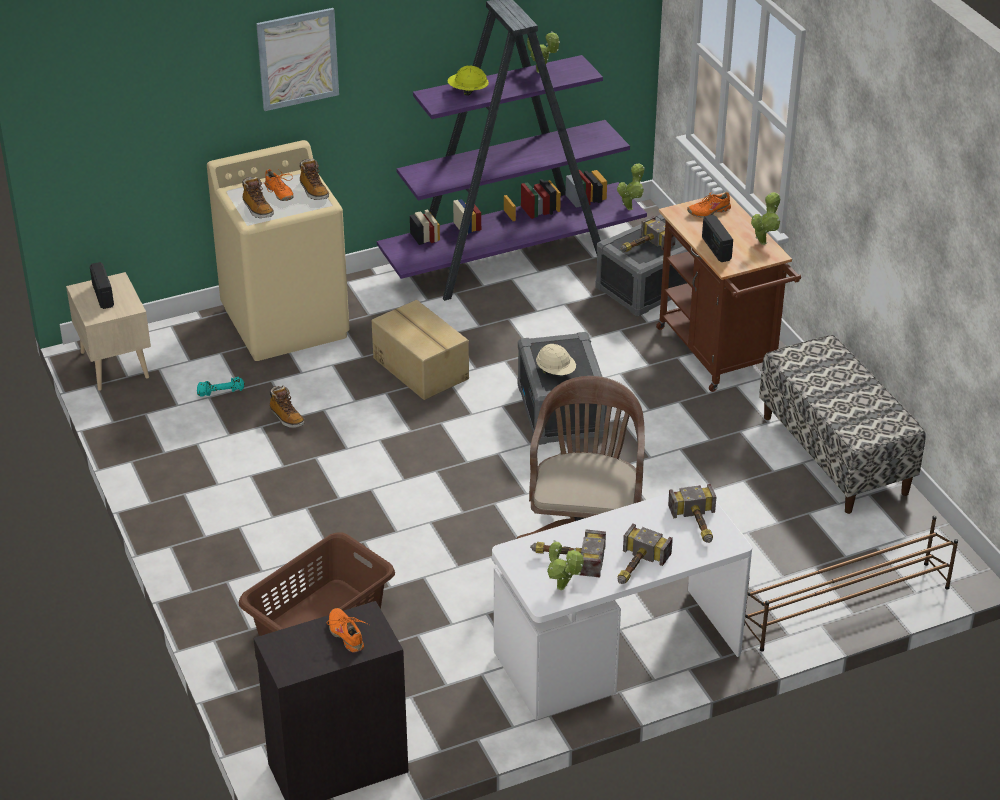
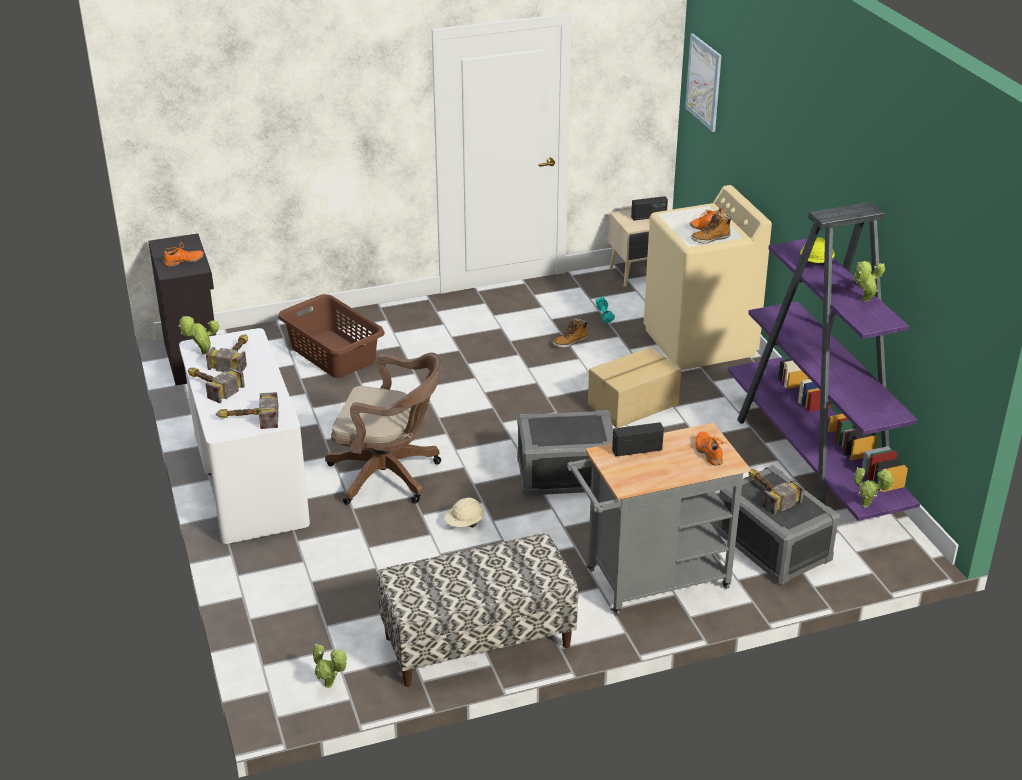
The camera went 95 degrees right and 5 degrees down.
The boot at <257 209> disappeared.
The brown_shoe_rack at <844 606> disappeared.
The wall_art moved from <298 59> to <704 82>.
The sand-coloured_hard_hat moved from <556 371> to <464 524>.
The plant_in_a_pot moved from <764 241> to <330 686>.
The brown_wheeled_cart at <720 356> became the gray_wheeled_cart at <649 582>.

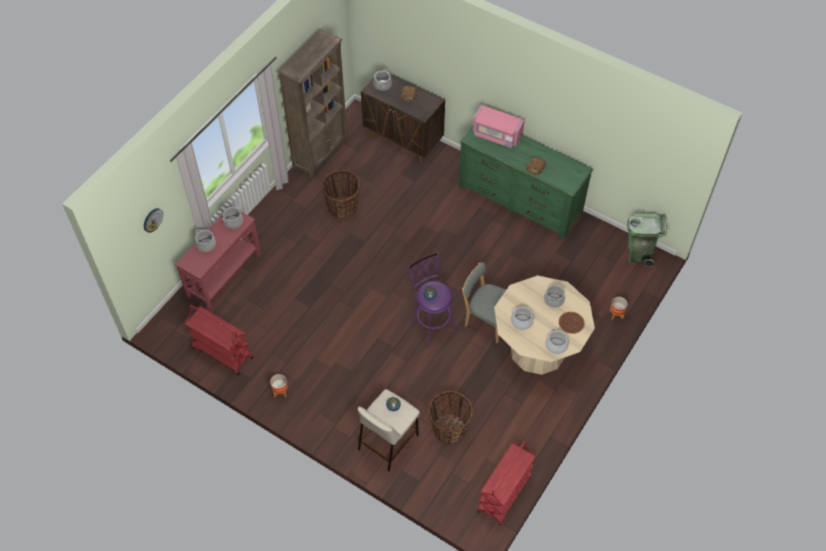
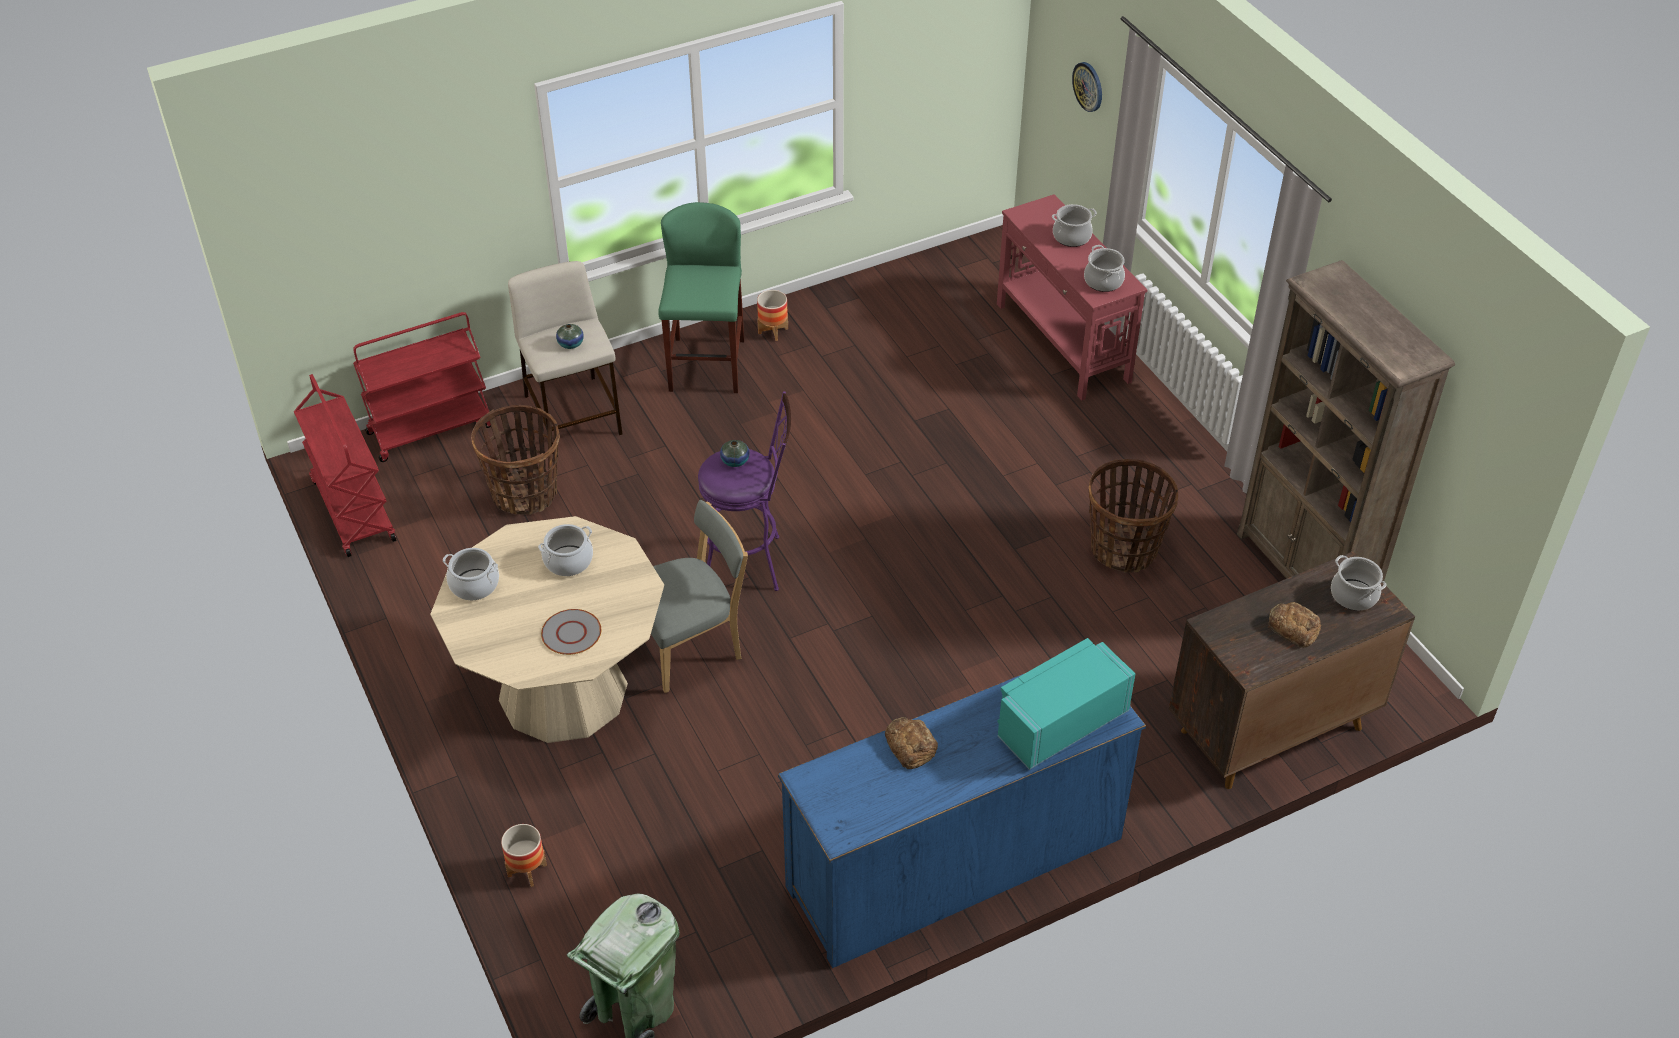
The camera went 120 degrees right and 10 degrees down.
The brown_dinner_plate at <571 323> disappeared.
The green_sitting_stool at <706 365> appeared.
The reddish_wheeled_cart moved from <222 353> to <431 429>.
The cooking_pot at <554 300> was replaced by the gray_dinner_plate at <571 633>.
The green_drawer_chest at <519 199> became the blue_drawer_chest at <954 862>.
The pink-coloured_microwave at <497 135> became the turquoise-coloured_microwave at <1060 723>.

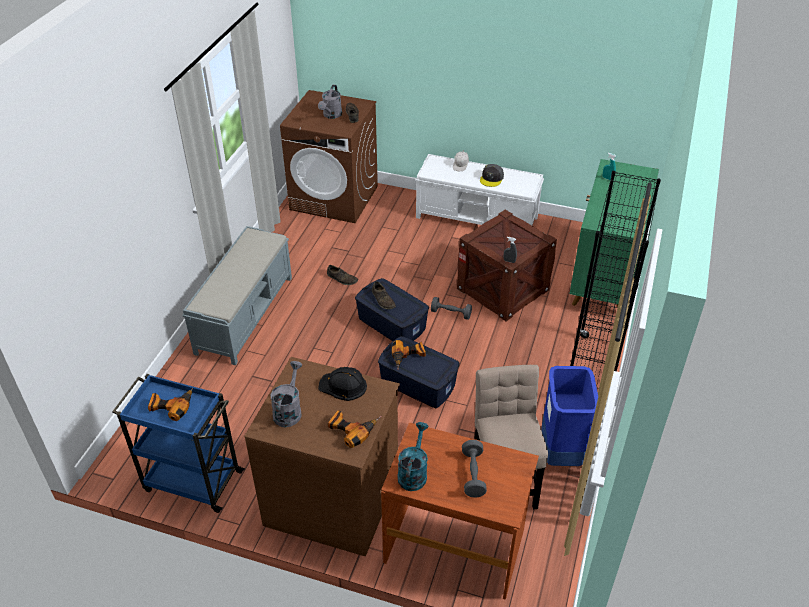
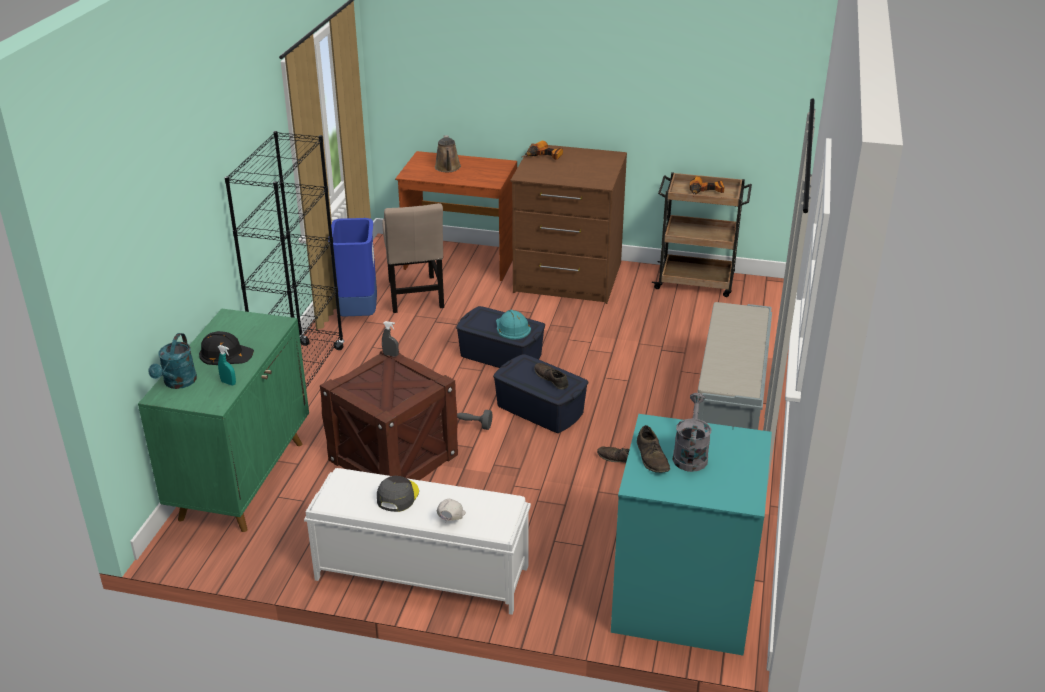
The camera went 175 degrees right and 10 degrees down.
The gray_watering_can at <289 410> disappeared.
The black_hard_hat moved from <343 386> to <225 354>.
The turquoise-coloured_watering_can moved from <413 472> to <178 383>.
The drill at <408 357> was replaced by the turquoise-coloured_hard_hat at <512 328>.
The gray_dumbbell at <473 474> was replaced by the brown_watering_can at <448 168>.
The blue_wheeled_cart at <191 480> became the brown_wheeled_cart at <696 282>.
The brown_washing_machine at <335 198> became the turquoise-coloured_washing_machine at <682 599>.

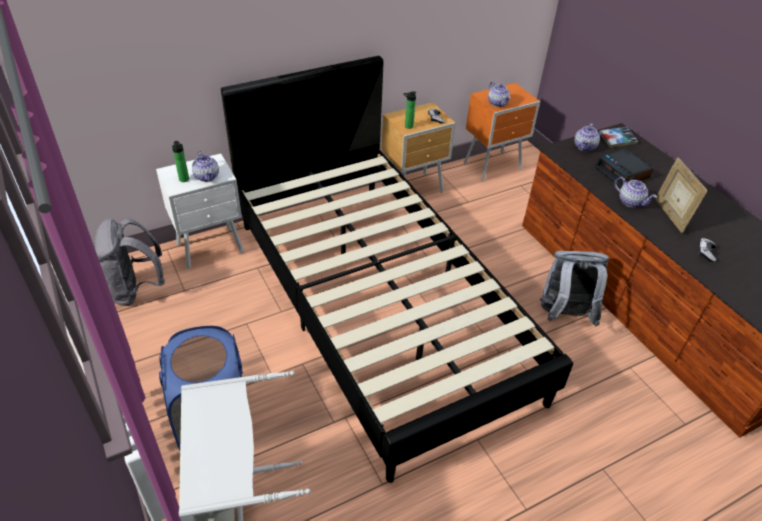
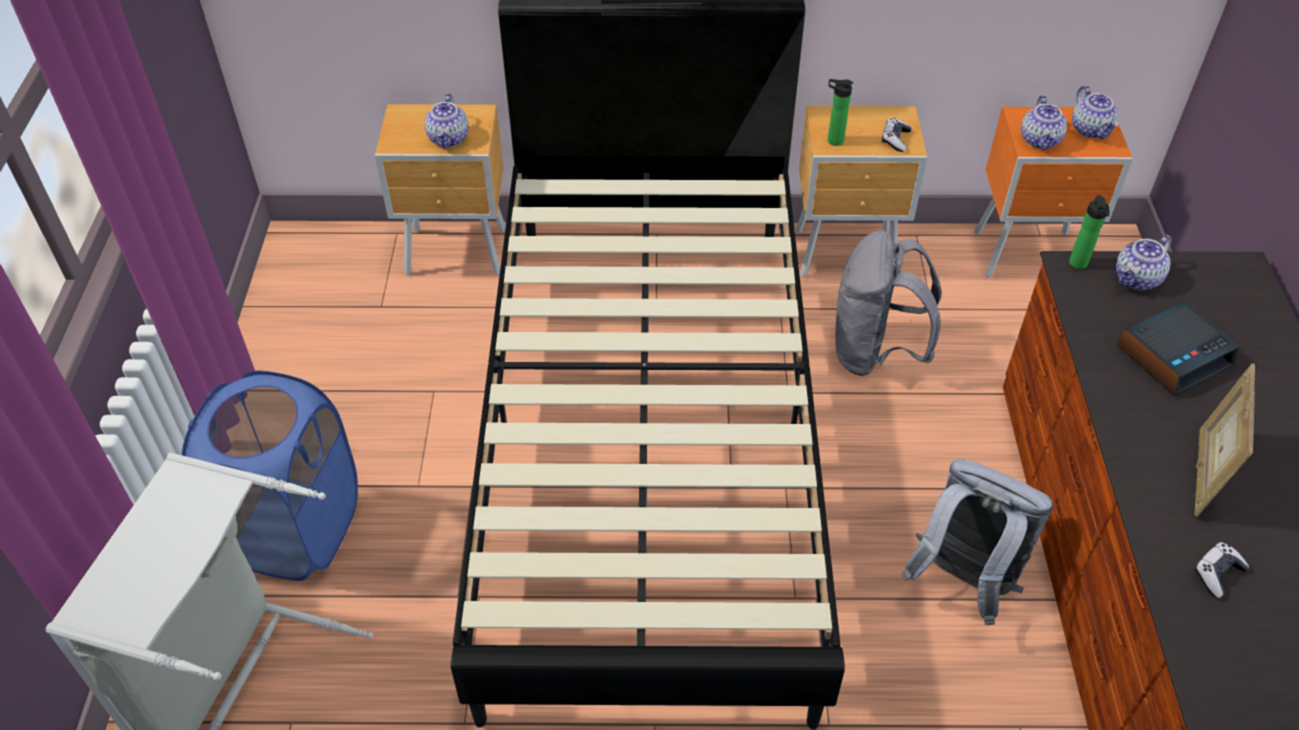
The camera went 30 degrees right and 5 degrees up.
The bound_book at <617 140> disappeared.
The gray_backpack moved from <135 290> to <874 353>.
The beverage_bottle moved from <184 180> to <1078 265>.
The pot_for_tea moved from <631 202> to <1091 130>.
The white-coloured_night_table at <212 249> became the brown_night_table at <459 253>.
The alarm_clock at <622 173> turned 120 degrees counterclockwise.

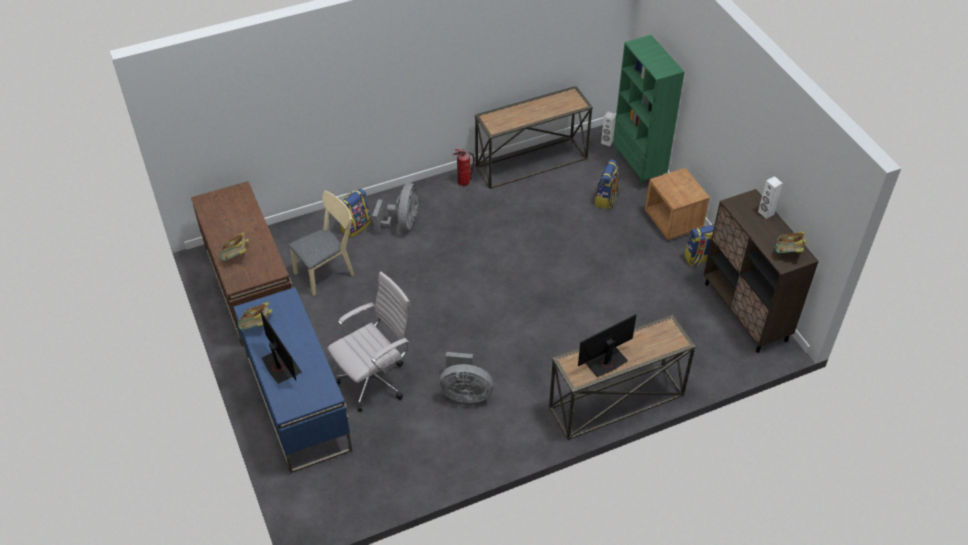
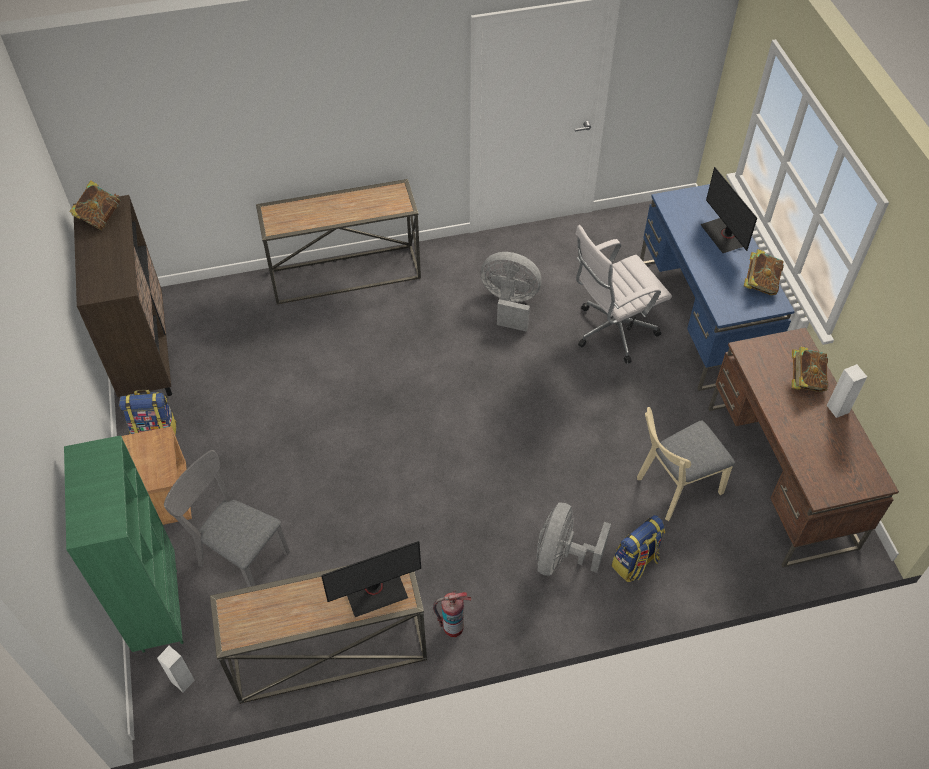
The camera went 170 degrees left and 5 degrees up.
The computer_screen moved from <605 361> to <375 591>.
The white-coloured_speaker moved from <765 213> to <838 409>.
The backpack at <606 199> was replaced by the gray_chair at <238 555>.

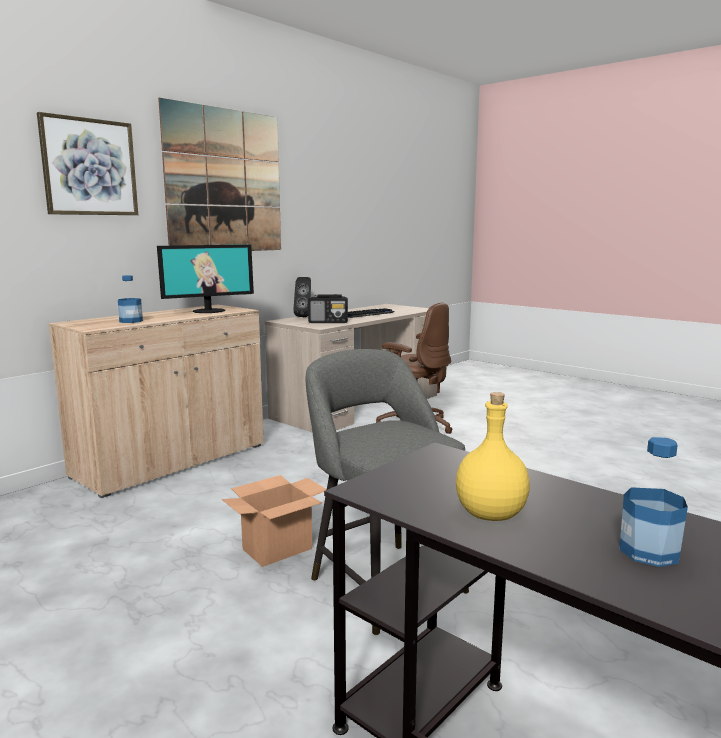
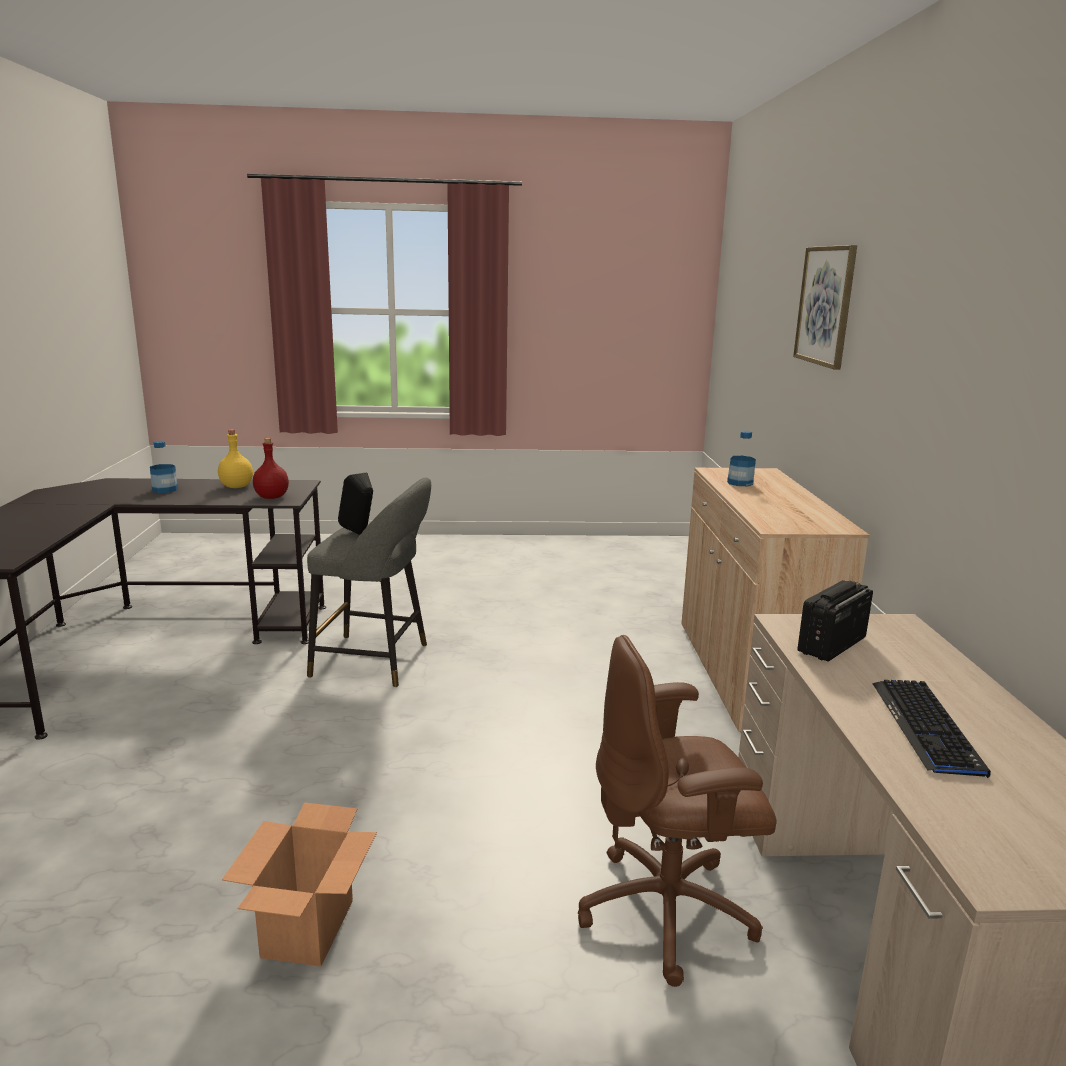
The camera went 135 degrees right and 5 degrees up.
The computer_screen at <209 311> disappeared.
The wall_art at <225 181> disappeared.
The reddish_beverage_bottle at <272 497> appeared.
The carton moved from <278 548> to <308 929>.
The black_speaker moved from <304 317> to <359 534>.

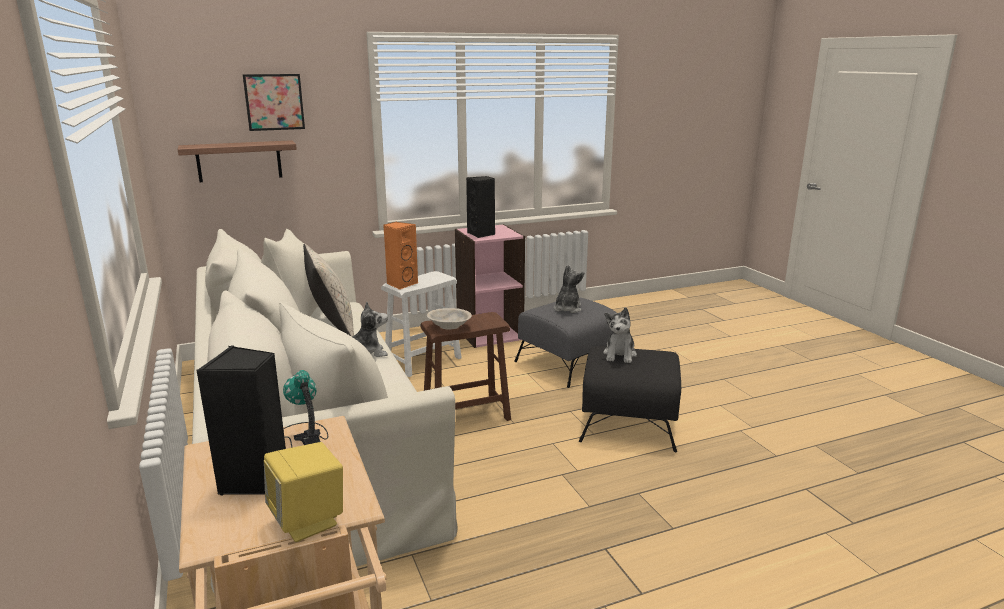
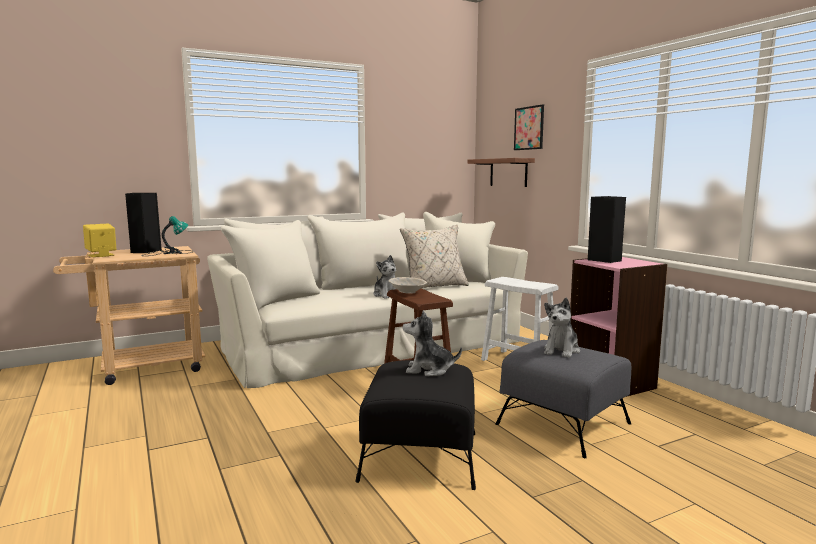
The camera went 85 degrees right and 10 degrees down.
The orange-coloured_speaker at <401 284> disappeared.
The cuddly_toy at <567 309> turned 105 degrees clockwise.

